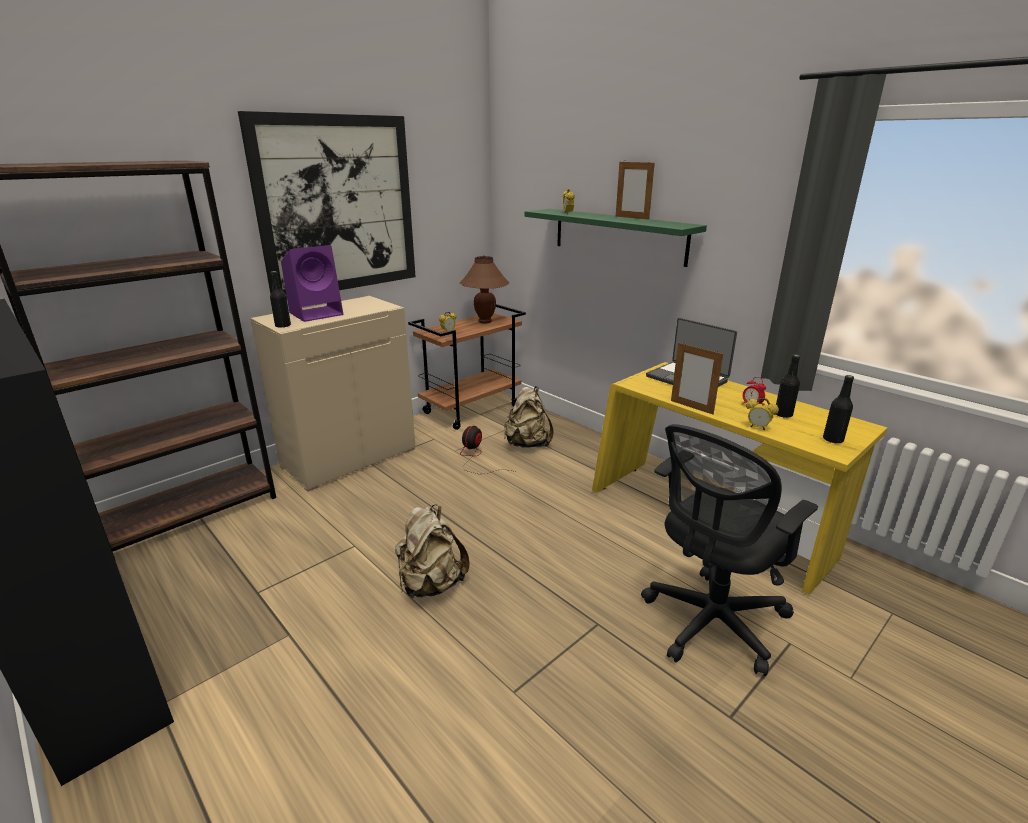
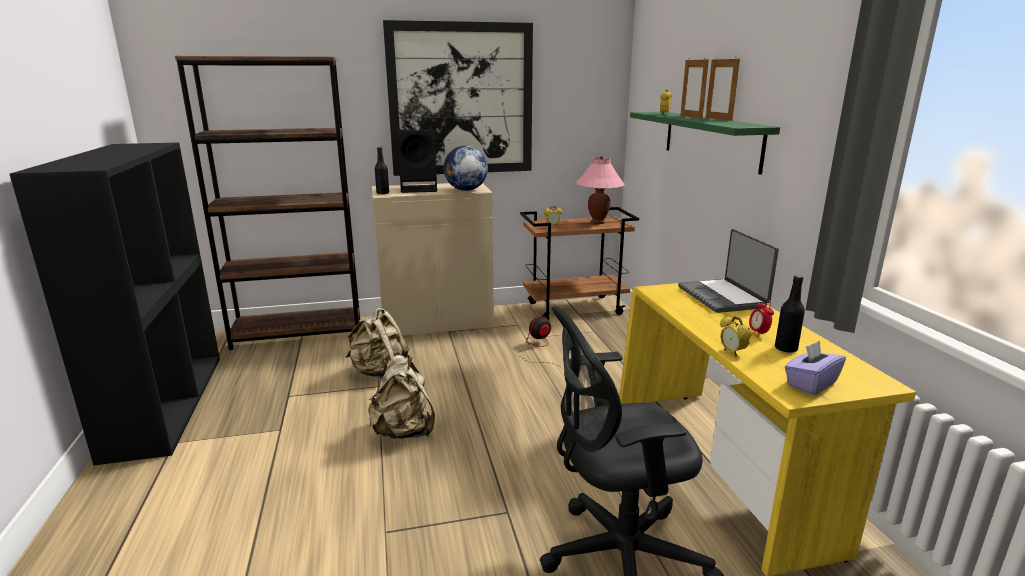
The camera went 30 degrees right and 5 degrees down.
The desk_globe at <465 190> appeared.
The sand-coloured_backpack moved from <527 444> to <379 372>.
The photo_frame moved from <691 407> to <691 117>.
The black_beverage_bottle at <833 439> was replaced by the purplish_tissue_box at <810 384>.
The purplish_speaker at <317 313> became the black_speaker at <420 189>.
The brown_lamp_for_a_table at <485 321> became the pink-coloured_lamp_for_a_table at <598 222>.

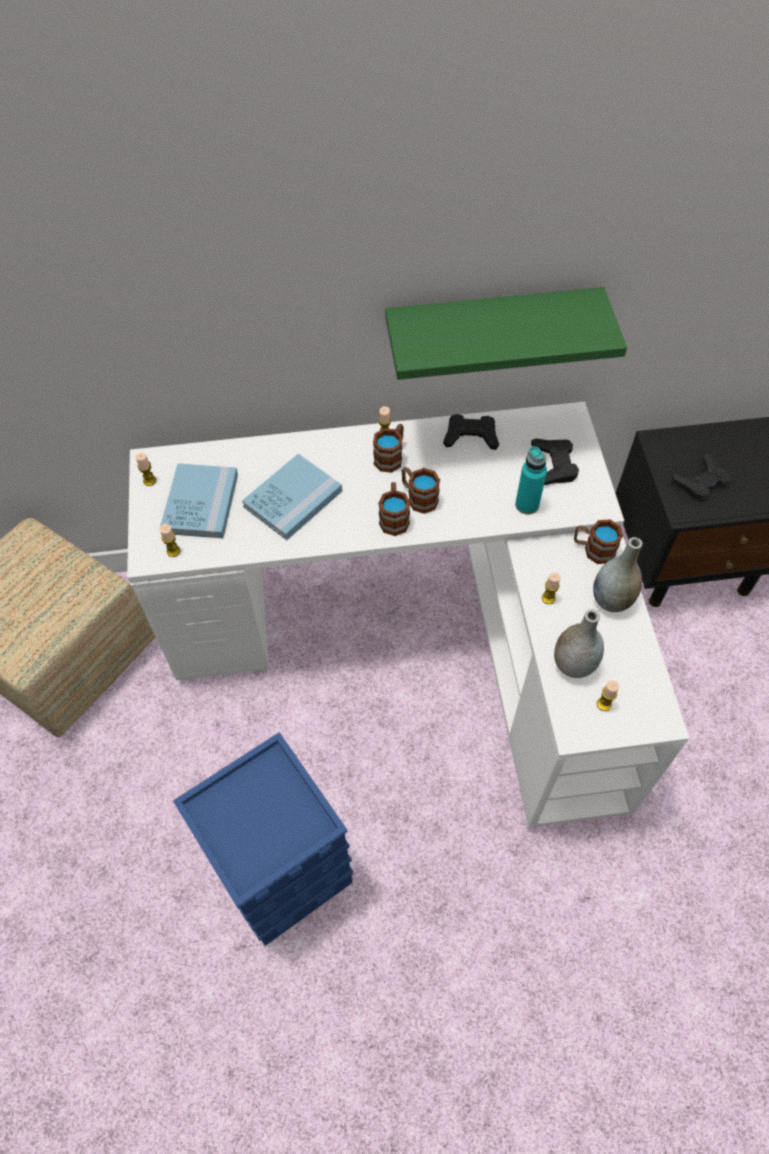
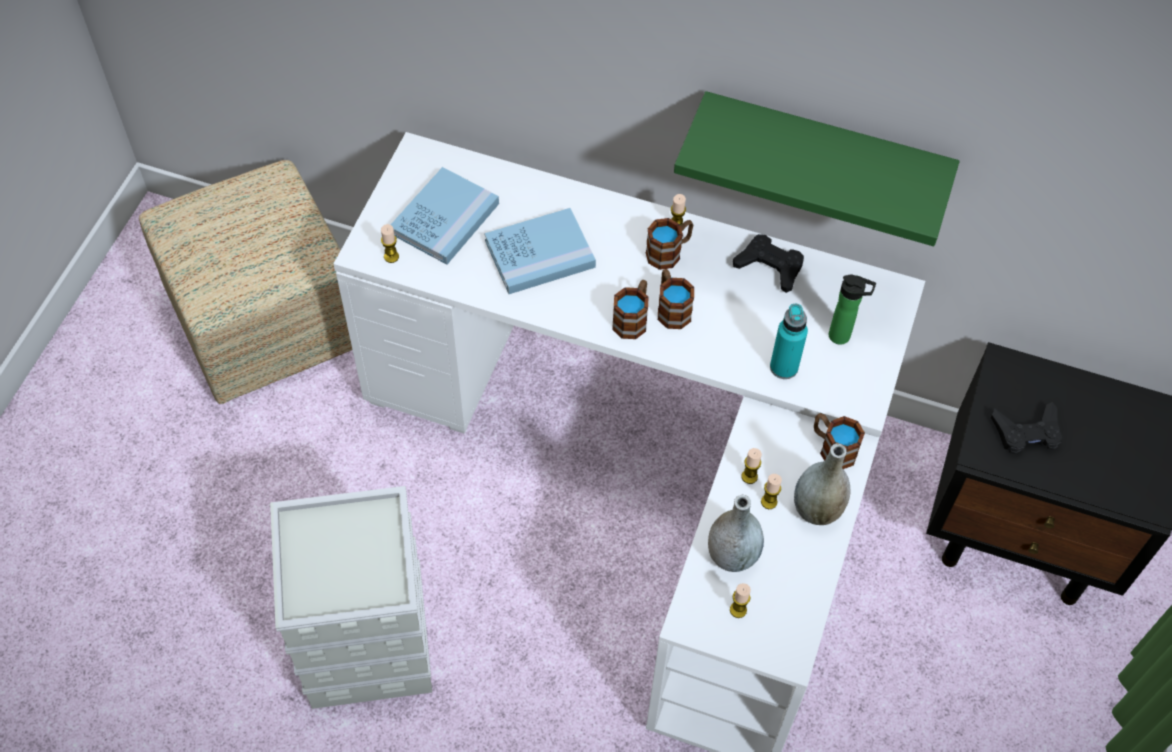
The camera went 25 degrees right and 0 degrees up.
The wax_candle moved from <149 480> to <769 502>.
The black_game_controller at <554 464> was replaced by the beverage_bottle at <843 337>.
The blue_storage_bin at <279 870> became the gray_storage_bin at <366 643>.

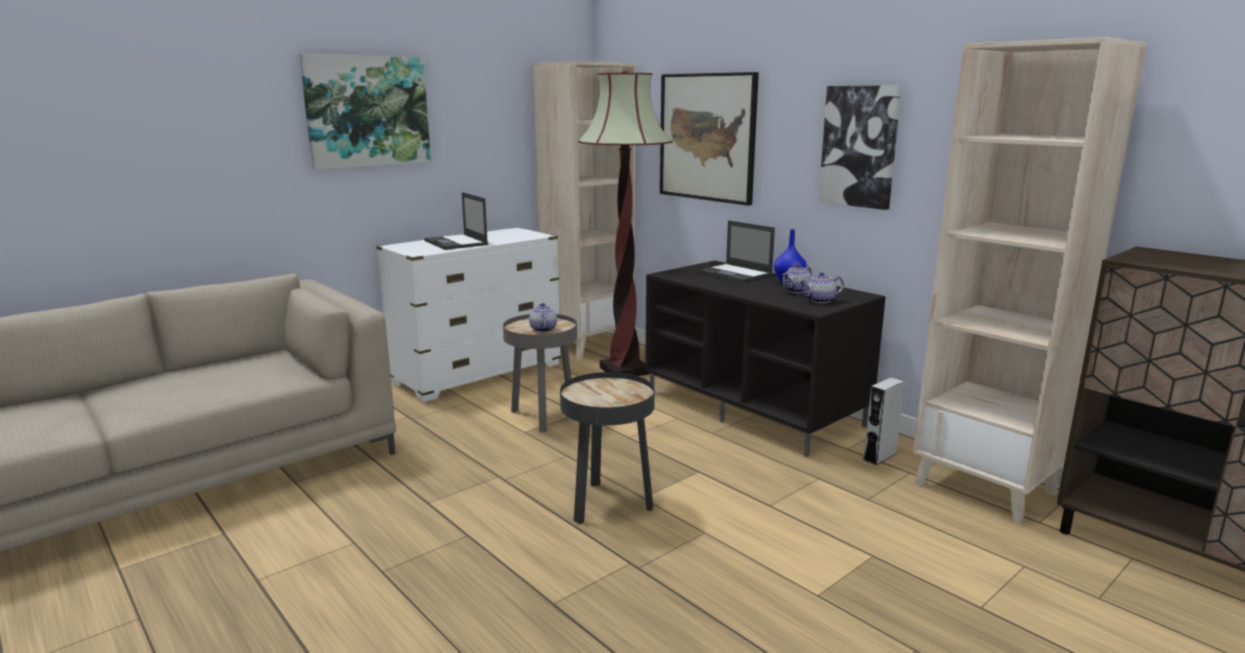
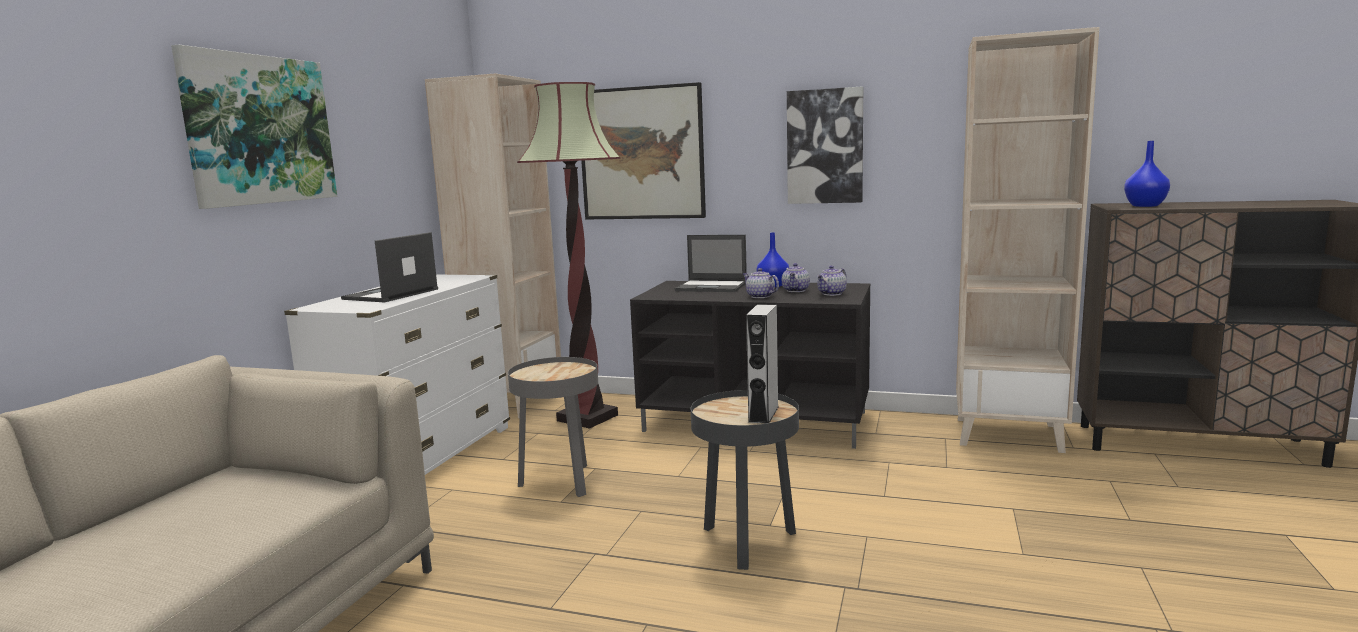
The camera went 30 degrees left and 5 degrees down.
The blue_vase at <1144 206> appeared.
The pot_for_tea moved from <542 329> to <759 296>.
The gray_speaker moved from <879 456> to <763 414>.
The notebook_computer at <456 243> turned 90 degrees clockwise.

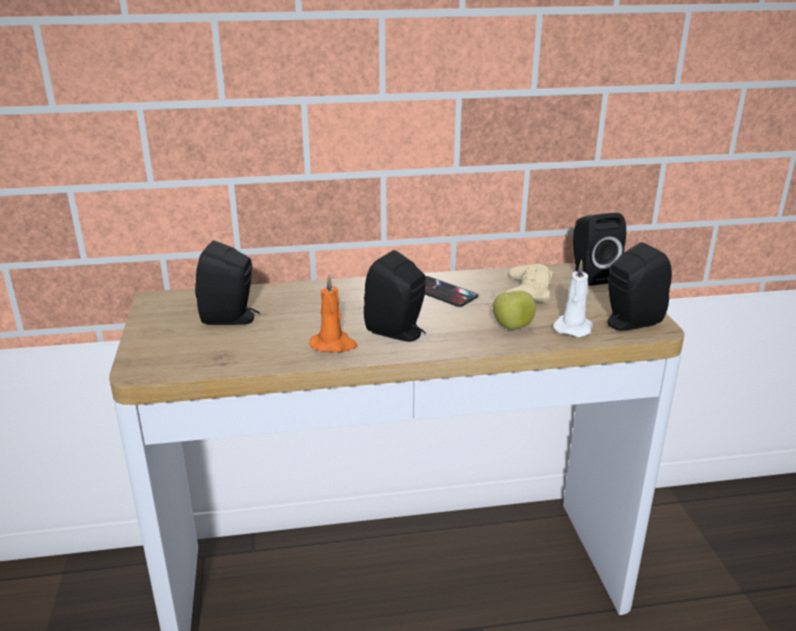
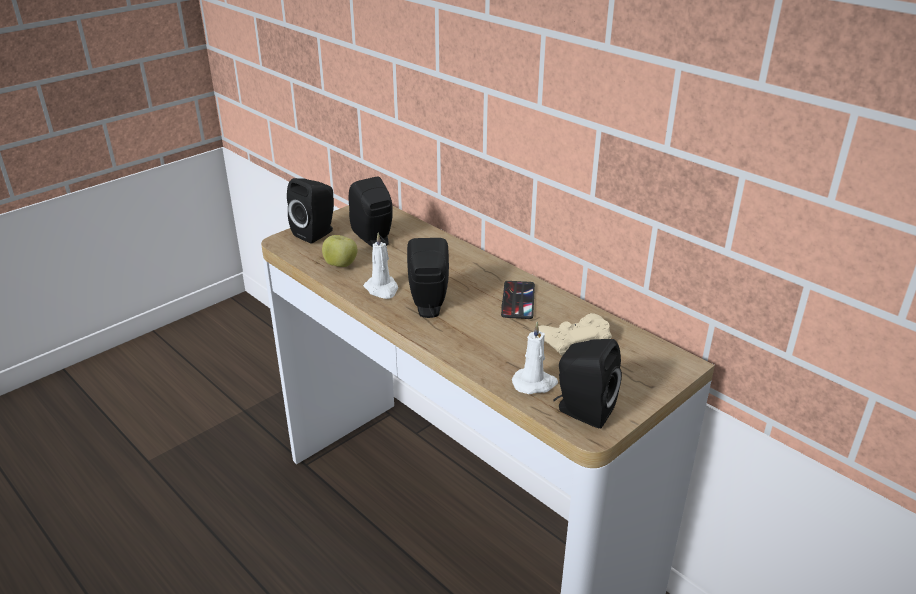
The camera went 55 degrees right and 5 degrees up.
The apple moved from <512 327> to <341 265>.
The black_speaker moved from <590 275> to <317 233>.
The orange-coloured_wax_candle at <334 345> became the white-coloured_wax_candle at <382 289>.

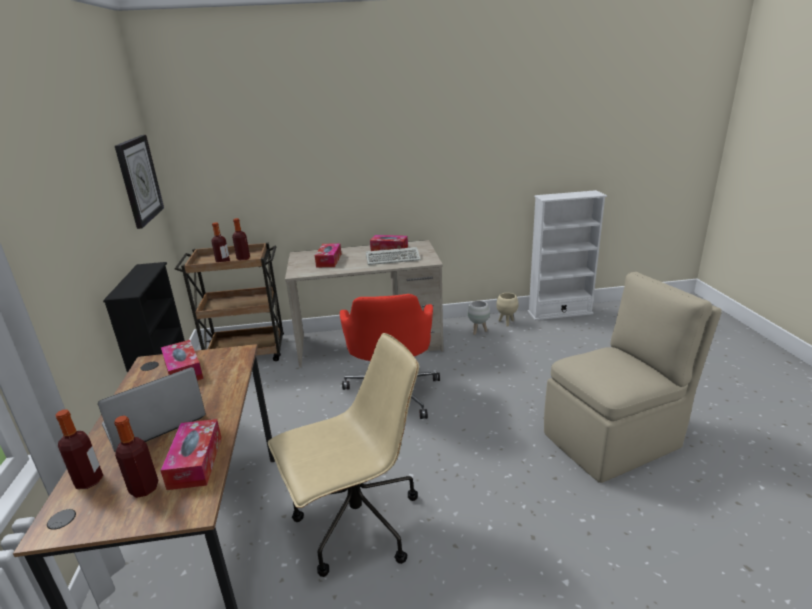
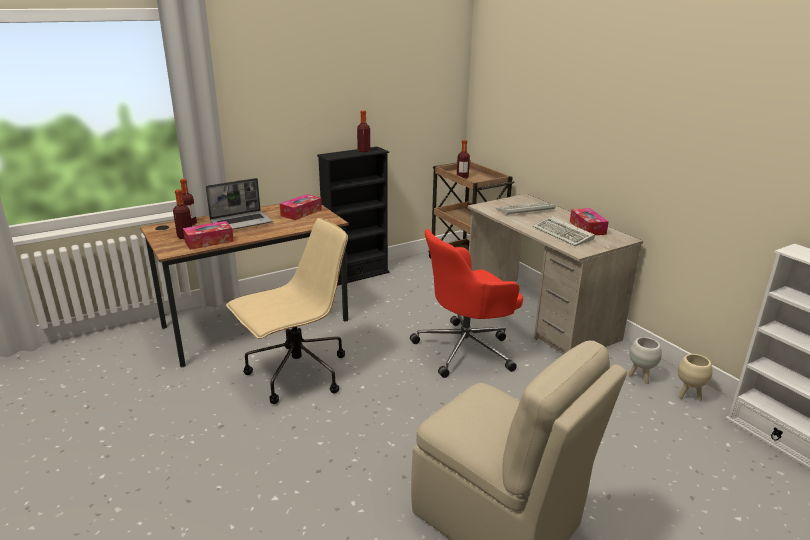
The camera went 65 degrees right and 0 degrees up.
The wall_clock at <139 180> disappeared.
The beverage_bottle moved from <243 258> to <364 151>.
The tissue_box at <329 260> was replaced by the keyboard at <524 211>.
The notebook_computer at <154 423> turned 120 degrees clockwise.
The sand-coloured_desk_chair at <356 525> turned 75 degrees counterclockwise.

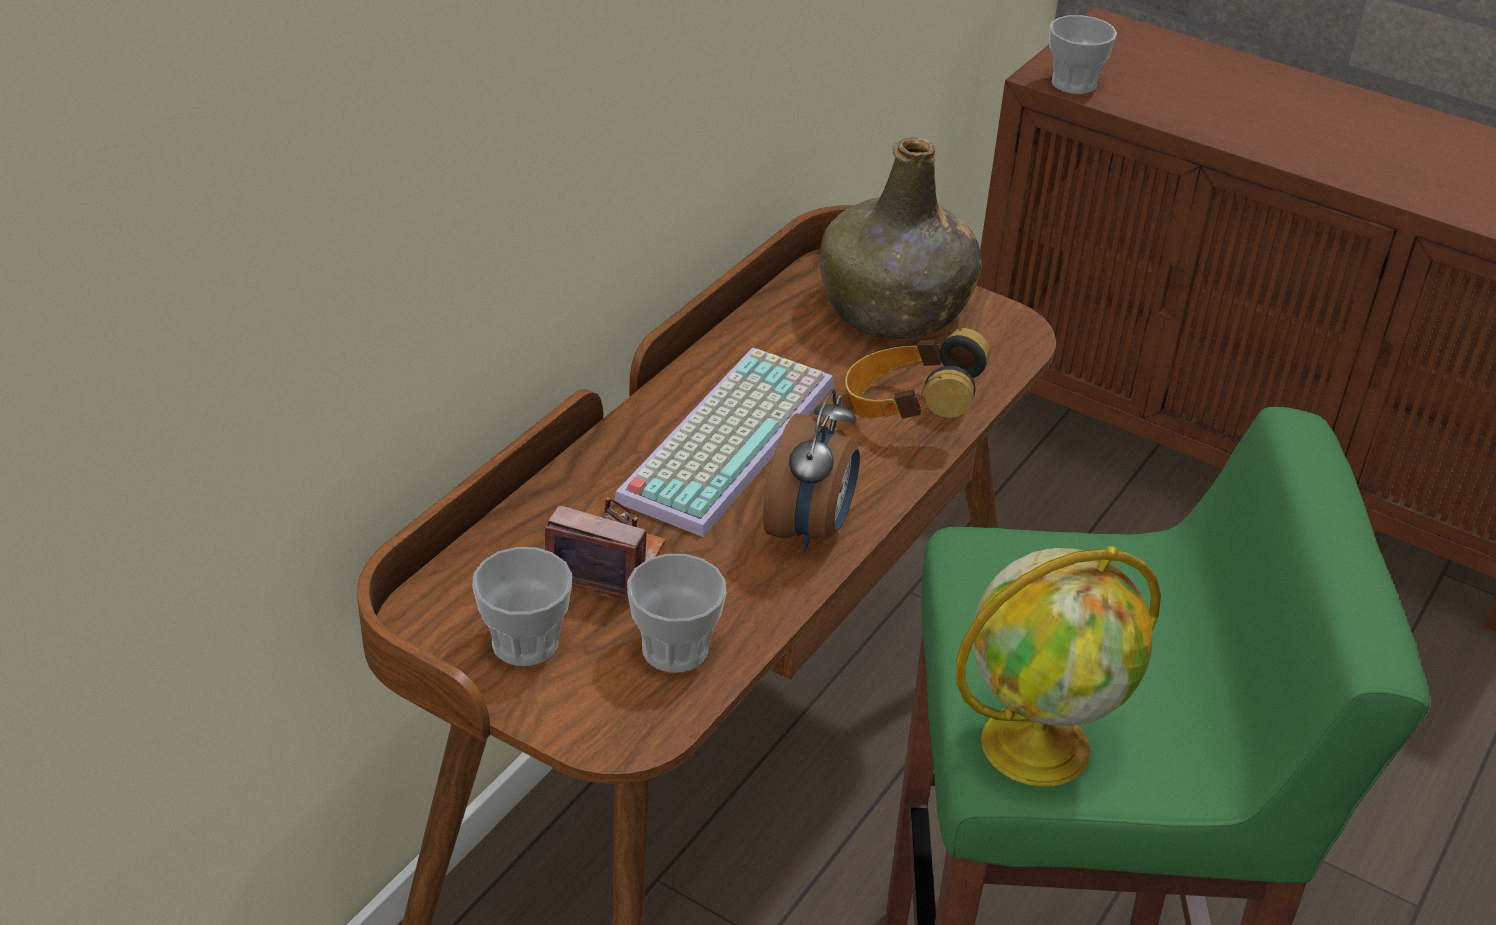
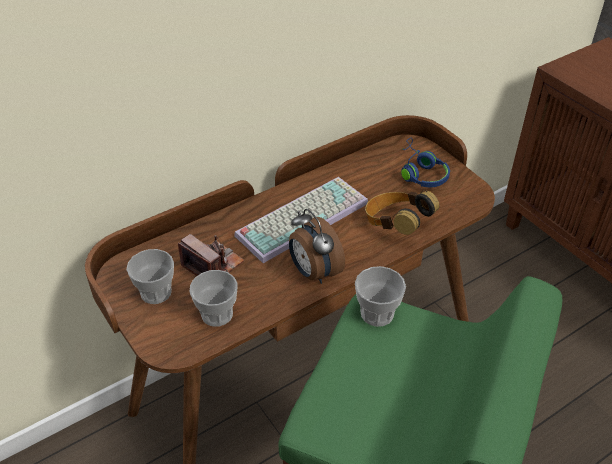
The camera went 25 degrees right and 5 degrees up.
The desk_globe at <1038 743> disappeared.
The drinking_cup moved from <1073 83> to <377 313>.
The green_beverage_bottle at <895 310> was replaced by the blue_pair_of_headphones at <420 172>.
The alarm_clock at <810 529> turned 105 degrees clockwise.

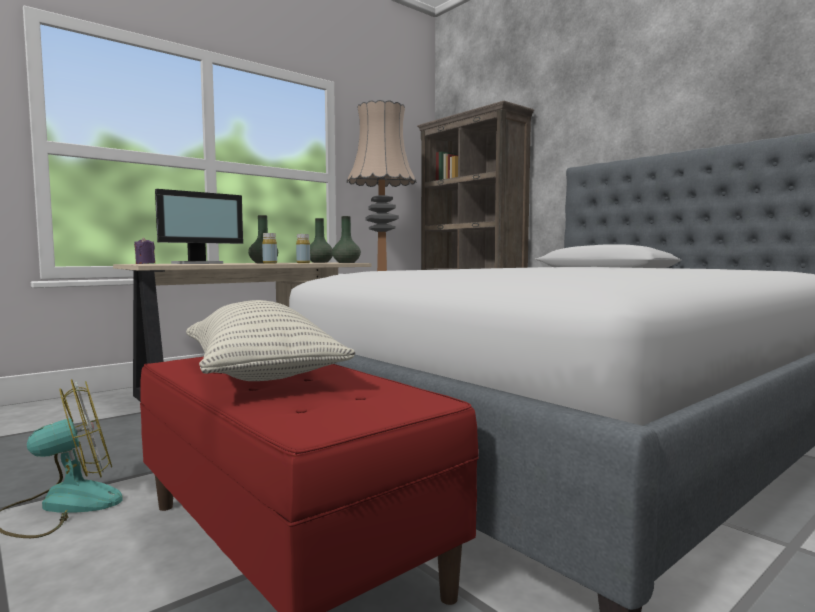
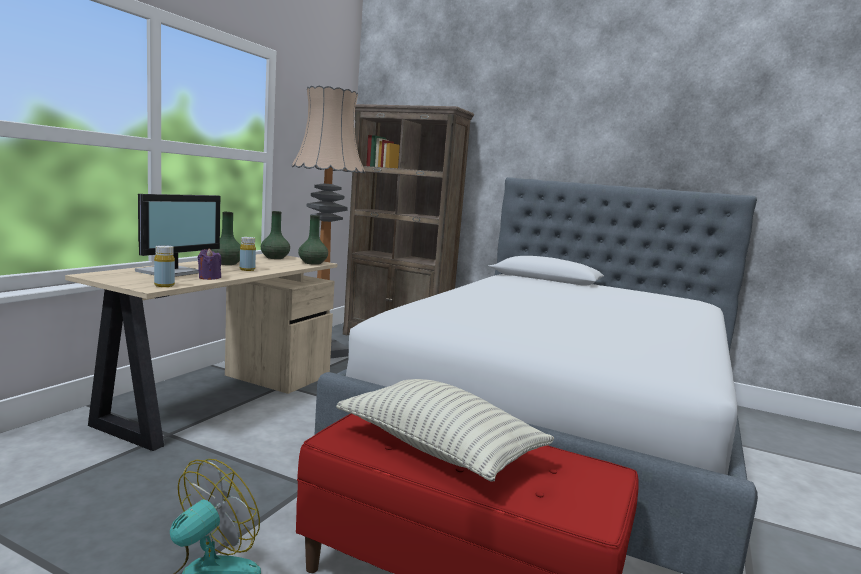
The camera went 25 degrees left and 5 degrees up.
The purplish_wax_candle moved from <145 263> to <209 277>.
The yellow_beverage_bottle moved from <303 263> to <164 285>.

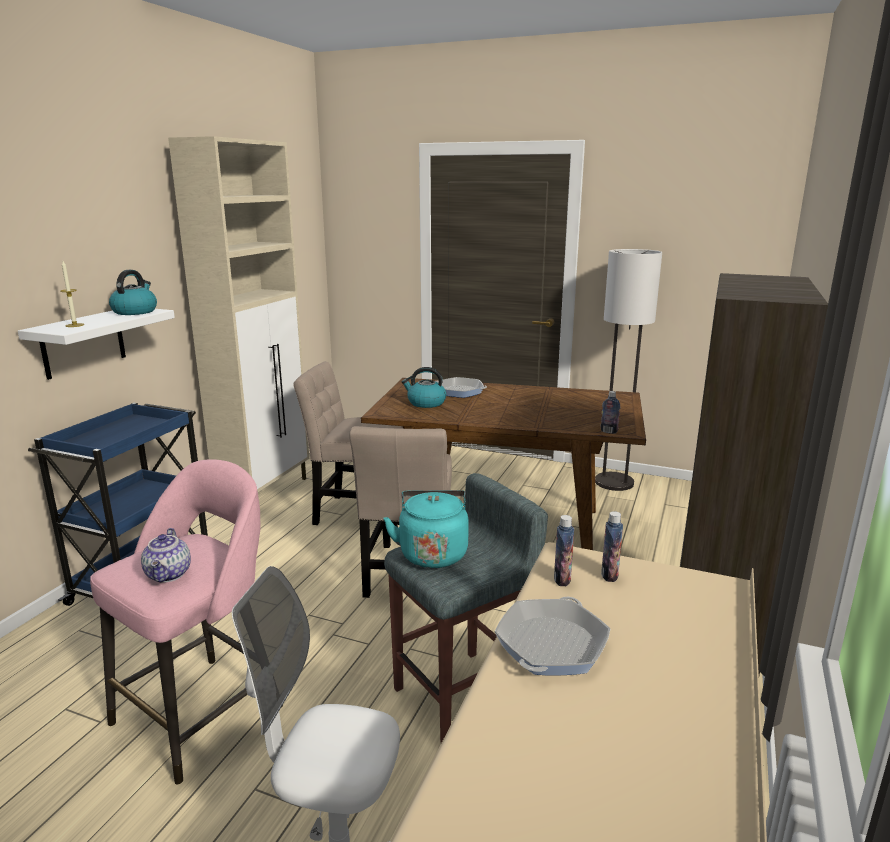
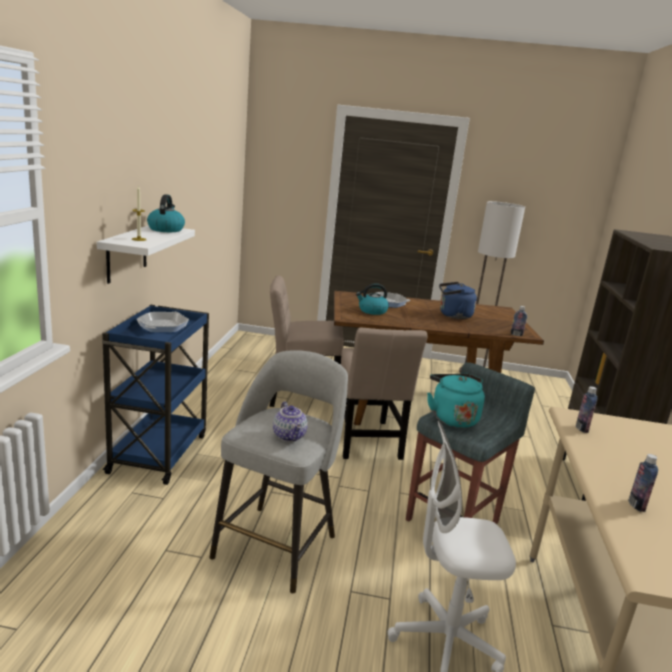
The camera went 15 degrees left and 0 degrees up.
The sand-coloured_storage_cabinet at <266 492> disappeared.
The blue_water_kettle at <453 315> appeared.
The skillet moved from <551 645> to <163 326>.
The beverage_bottle moved from <609 575> to <636 505>.
The pink-coloured_sitting_stool at <202 712> became the gray_sitting_stool at <277 544>.

